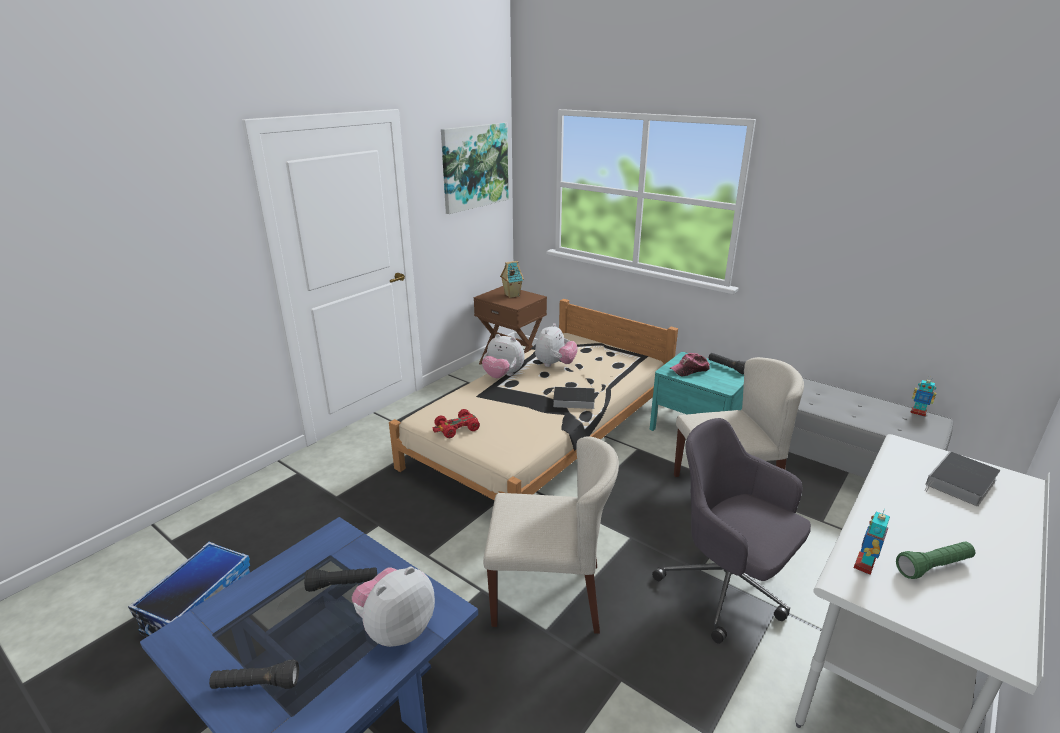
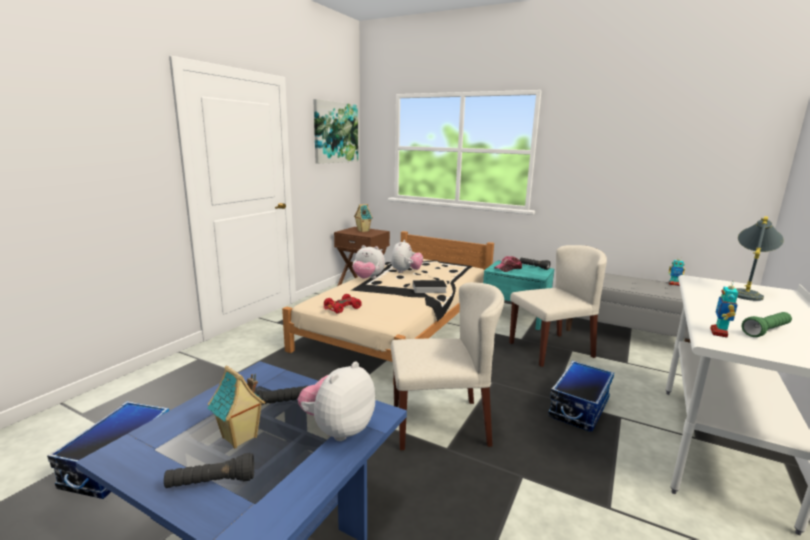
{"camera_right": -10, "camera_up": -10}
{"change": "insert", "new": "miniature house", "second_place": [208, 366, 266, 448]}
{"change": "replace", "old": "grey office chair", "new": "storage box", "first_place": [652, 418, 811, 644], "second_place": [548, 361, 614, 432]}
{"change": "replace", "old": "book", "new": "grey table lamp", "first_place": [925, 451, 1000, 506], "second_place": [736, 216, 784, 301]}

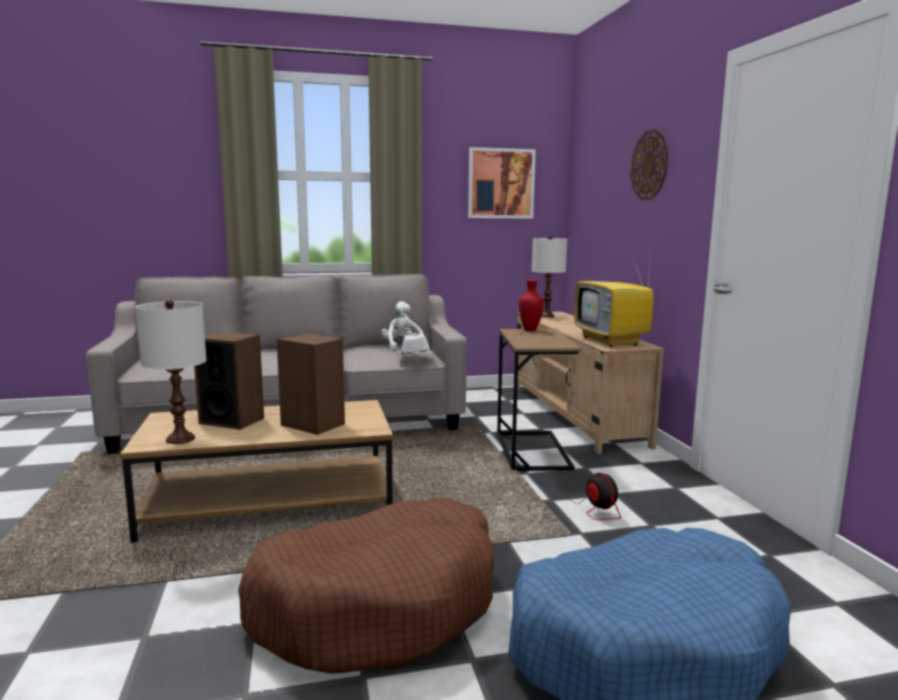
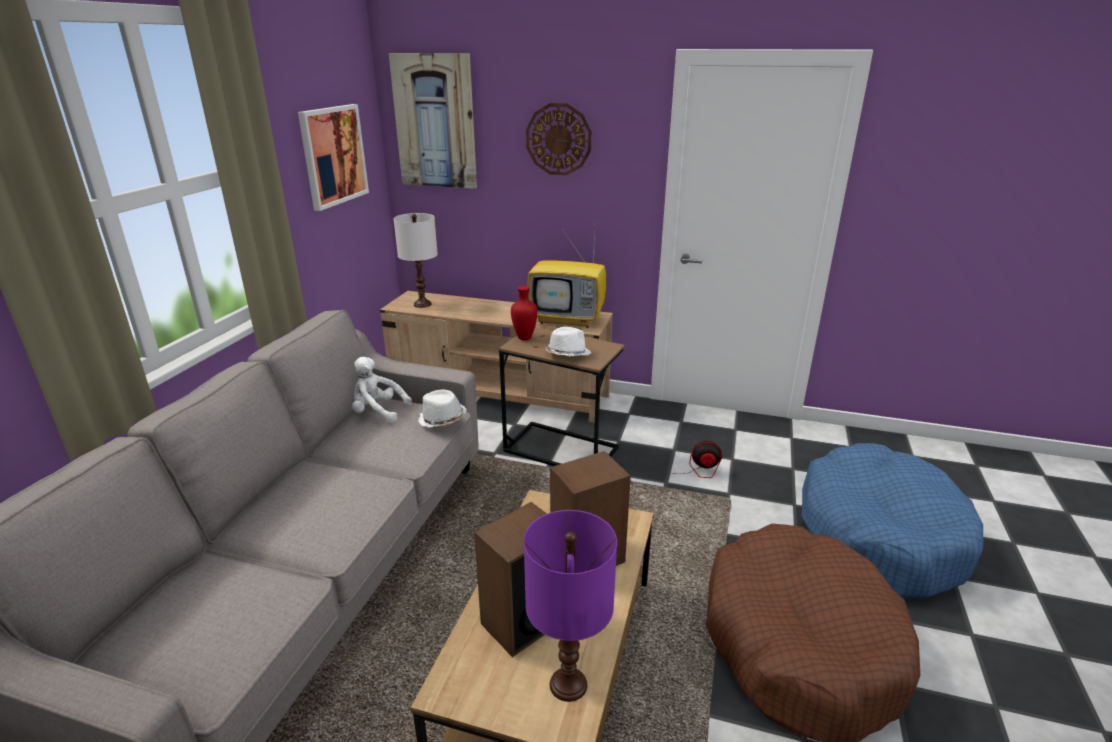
{"camera_right": -60, "camera_up": 15}
{"change": "insert", "new": "picture", "second_place": [389, 53, 477, 189]}
{"change": "insert", "new": "whitish hat", "second_place": [546, 327, 591, 356]}
{"change": "recolor", "old": "whitish table lamp", "new": "purple table lamp", "first_place": [136, 300, 206, 444], "second_place": [524, 510, 617, 702]}

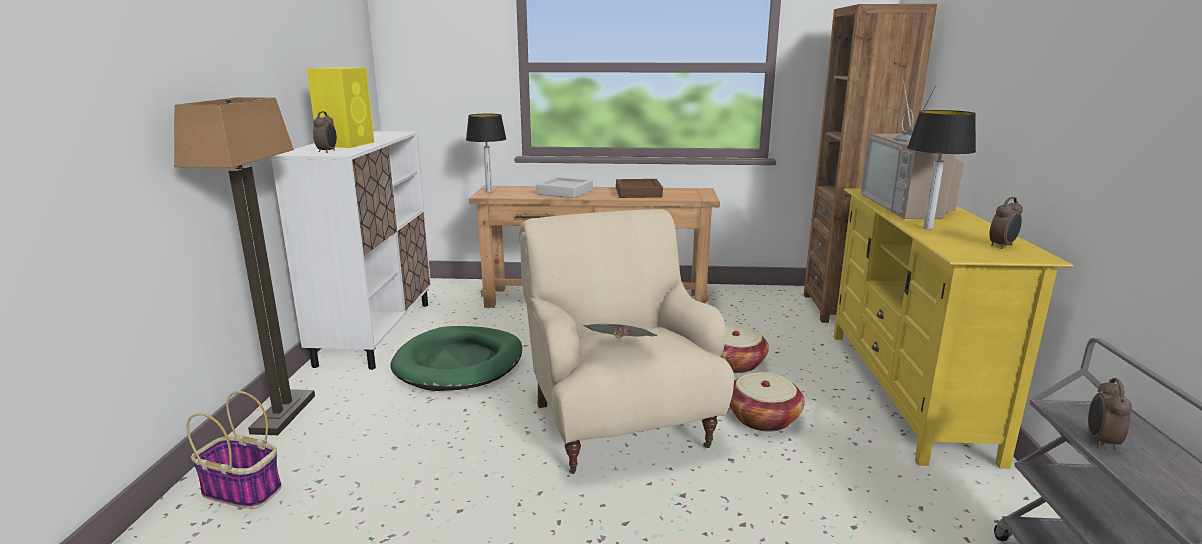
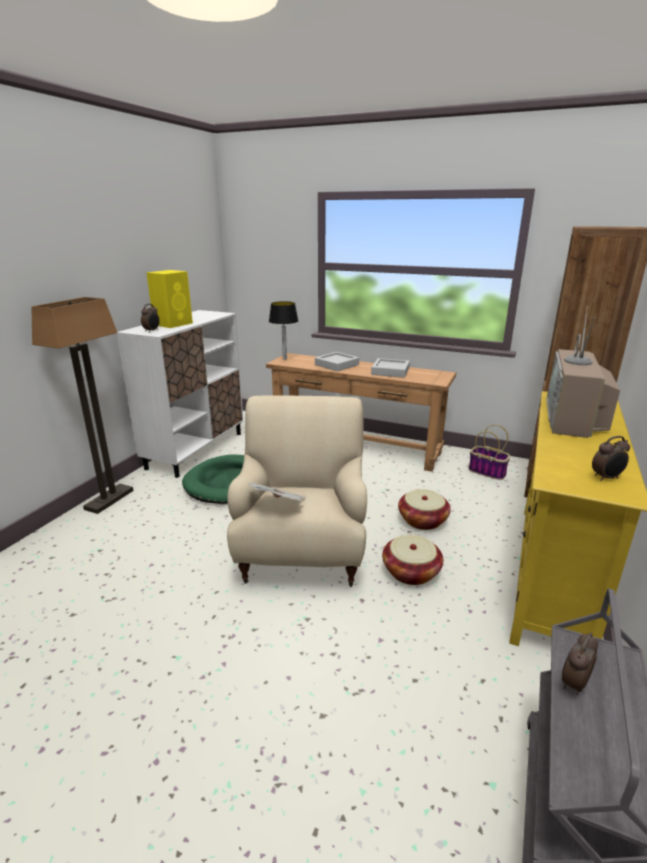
{"camera_right": 20, "camera_up": 5}
{"change": "delete", "old": "table lamp", "first_place": [907, 110, 976, 230]}
{"change": "move", "old": "household basket", "first_place": [186, 391, 282, 509], "second_place": [469, 424, 510, 480]}
{"change": "recolor", "old": "brownish tray", "new": "grey tray", "first_place": [616, 179, 663, 198], "second_place": [371, 358, 410, 378]}

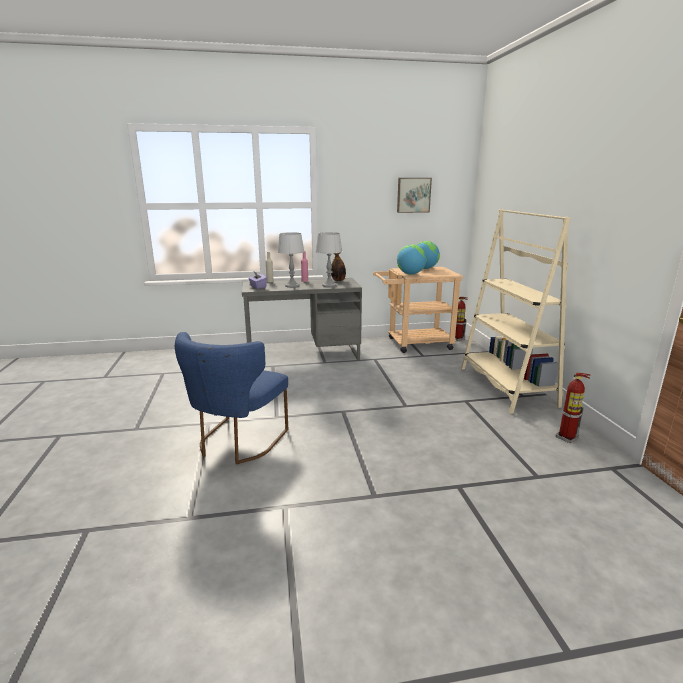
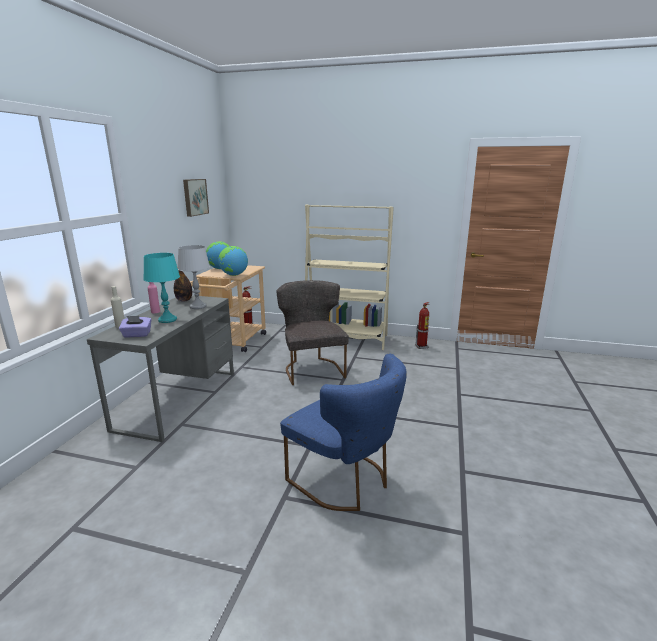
{"camera_right": -65, "camera_up": 0}
{"change": "insert", "new": "grey upright chair", "second_place": [277, 280, 349, 385]}
{"change": "recolor", "old": "grey table lamp", "new": "turquoise-coloured table lamp", "first_place": [278, 232, 305, 288], "second_place": [143, 253, 180, 323]}

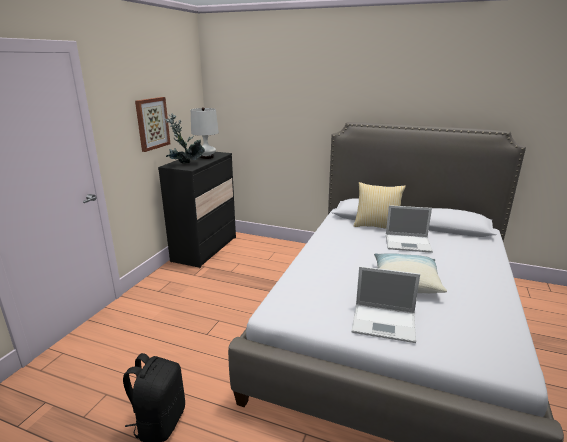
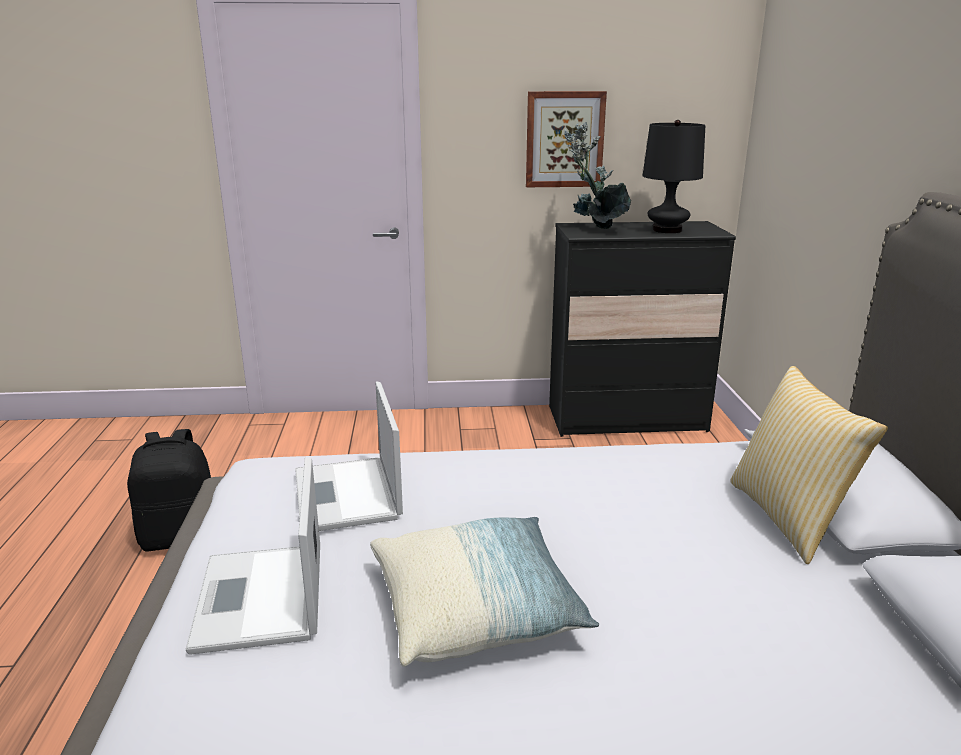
{"camera_right": 65, "camera_up": 0}
{"change": "move", "old": "portable computer", "first_place": [386, 205, 433, 253], "second_place": [295, 382, 403, 531]}
{"change": "recolor", "old": "whitish table lamp", "new": "black table lamp", "first_place": [191, 107, 219, 159], "second_place": [643, 120, 705, 233]}

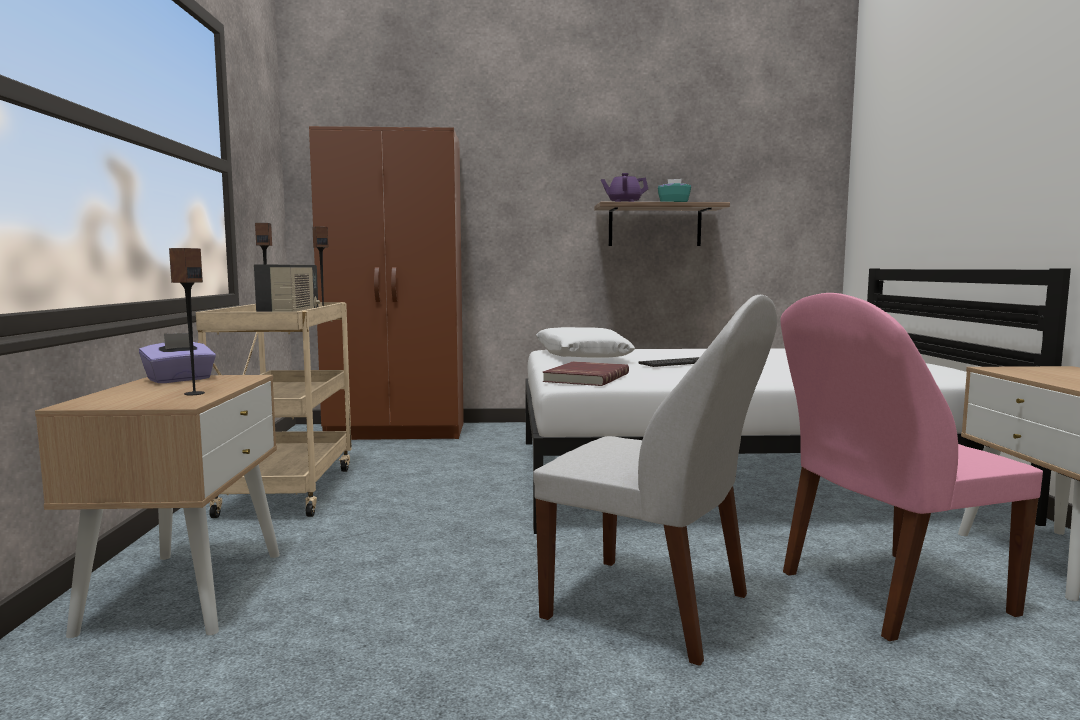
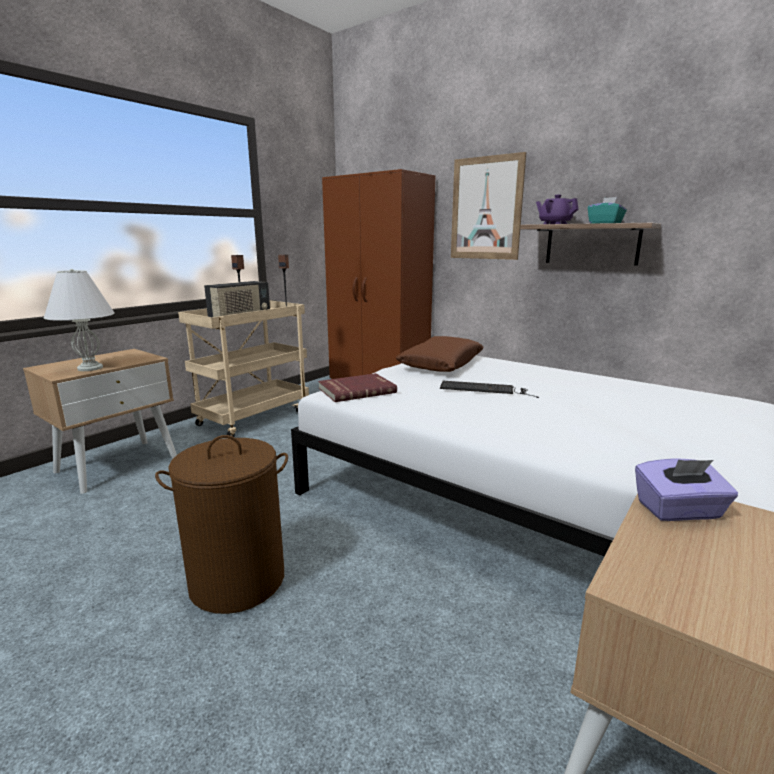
{"camera_right": 40, "camera_up": 10}
{"change": "delete", "old": "pink-coloured upright chair", "first_place": [780, 293, 1043, 641]}
{"change": "insert", "new": "picture", "second_place": [451, 152, 526, 260]}
{"change": "move", "old": "purple box of tissues", "first_place": [139, 333, 216, 383], "second_place": [635, 458, 738, 521]}
{"change": "replace", "old": "audio speaker", "new": "whitish table lamp", "first_place": [169, 248, 205, 395], "second_place": [43, 269, 115, 371]}
{"change": "replace", "old": "whitish upright chair", "new": "brownish hamper", "first_place": [533, 295, 777, 666], "second_place": [155, 435, 288, 614]}
{"change": "recolor", "old": "whitish cushion", "new": "brownish cushion", "first_place": [536, 327, 635, 358], "second_place": [396, 336, 484, 372]}

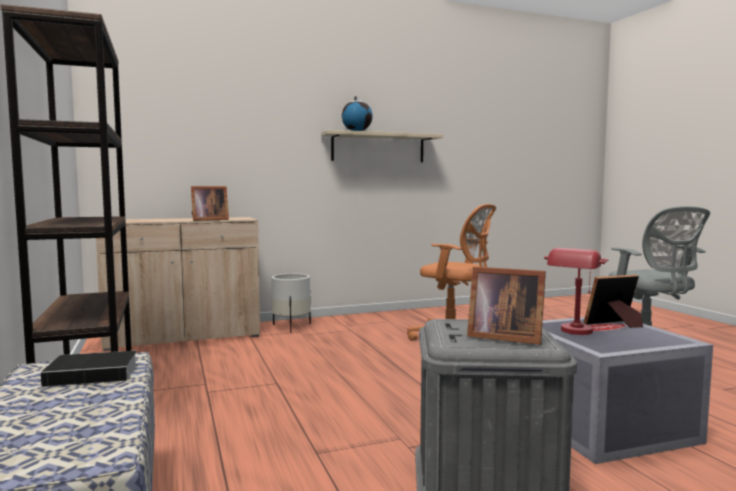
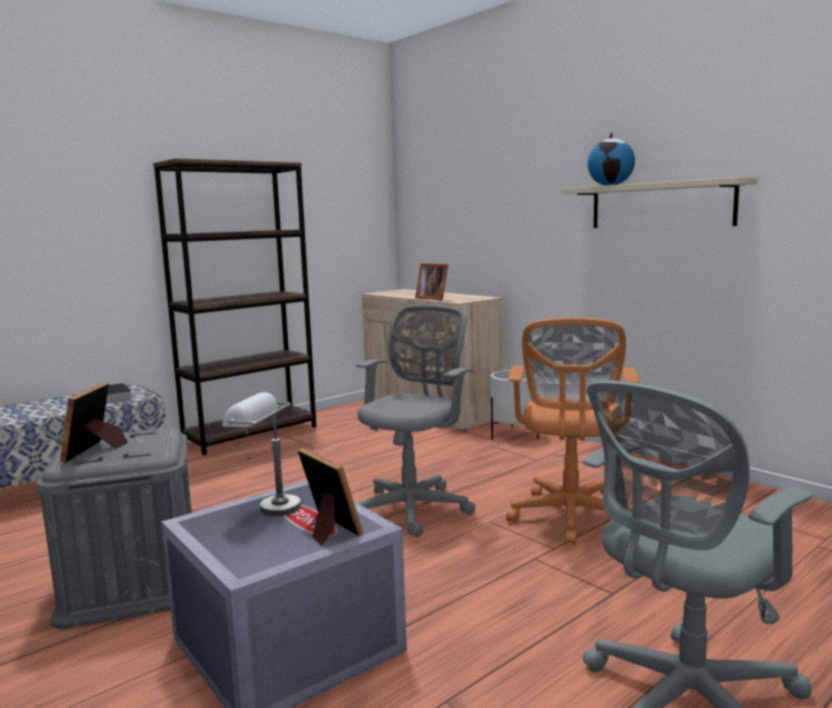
{"camera_right": 70, "camera_up": 5}
{"change": "insert", "new": "grey office chair", "second_place": [356, 305, 475, 537]}
{"change": "recolor", "old": "red table lamp", "new": "grey table lamp", "first_place": [544, 248, 608, 335], "second_place": [222, 392, 301, 516]}

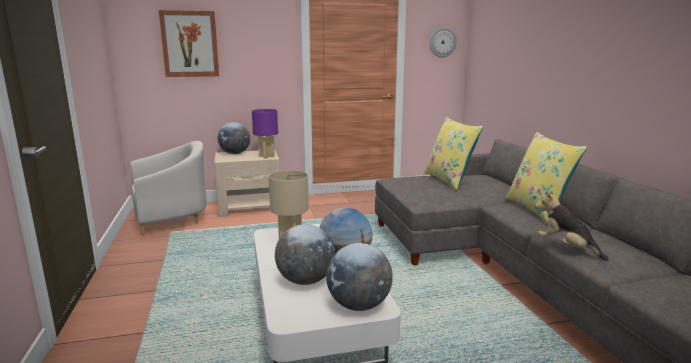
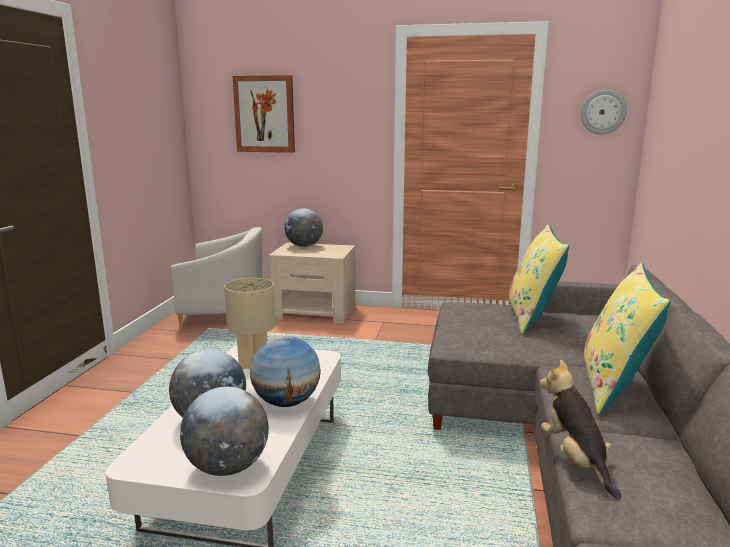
{"camera_right": 25, "camera_up": 0}
{"change": "delete", "old": "purple table lamp", "first_place": [252, 109, 278, 159]}

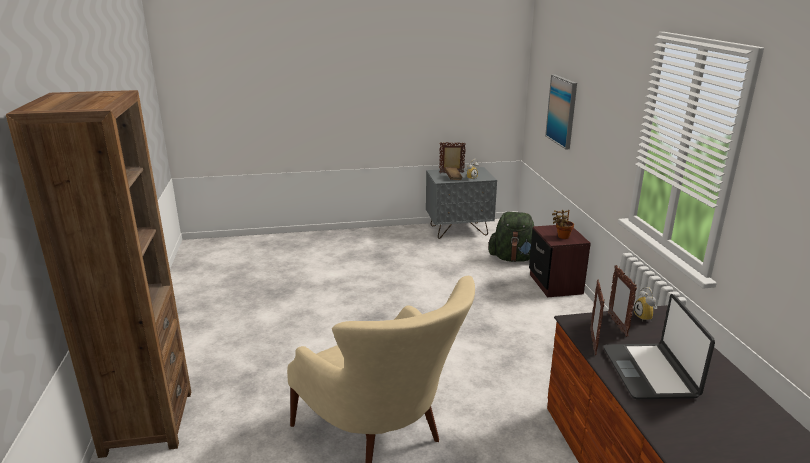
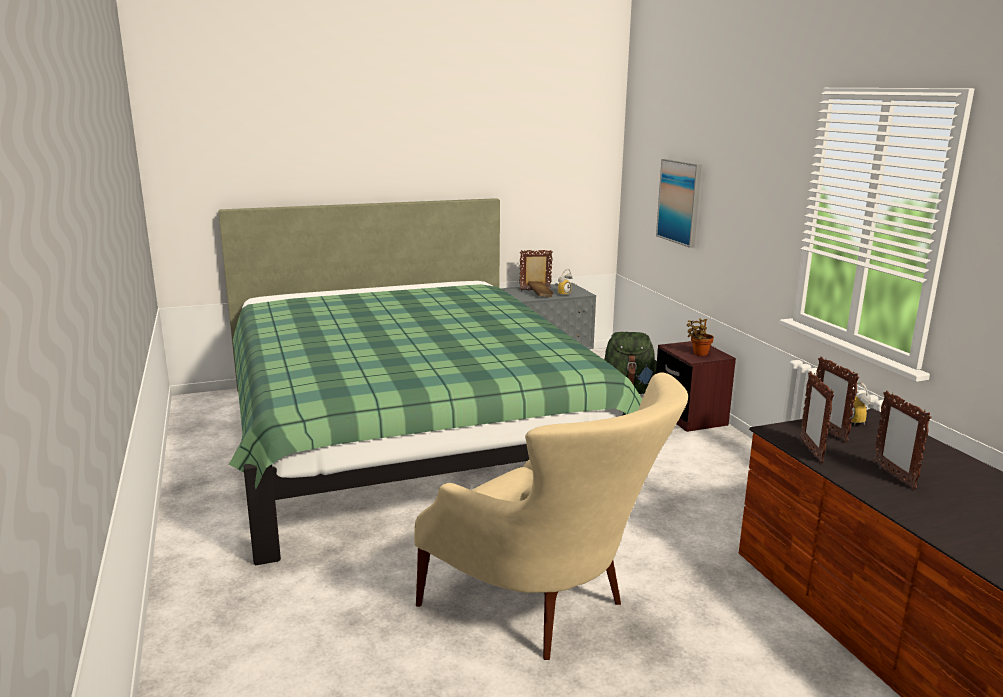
{"camera_right": -10, "camera_up": -5}
{"change": "delete", "old": "brownish bookcase", "first_place": [6, 90, 191, 458]}
{"change": "insert", "new": "green bedroom bed", "second_place": [218, 198, 642, 565]}
{"change": "replace", "old": "portable computer", "new": "picture frame", "first_place": [603, 294, 715, 399], "second_place": [873, 391, 931, 489]}

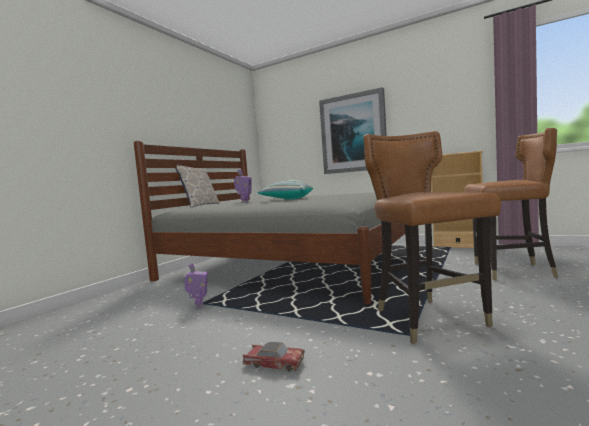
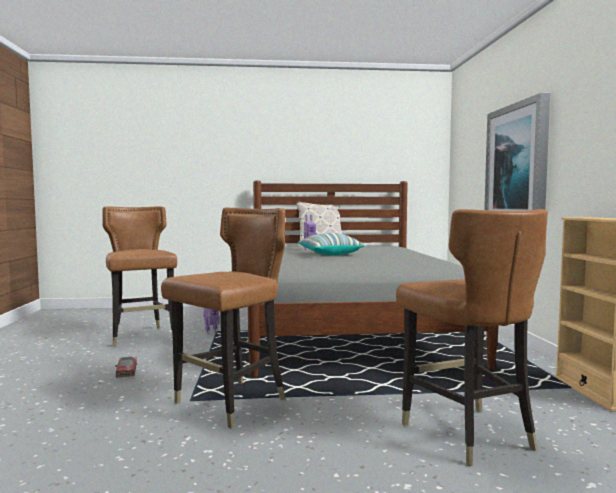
{"camera_right": 55, "camera_up": 0}
{"change": "insert", "new": "brownish upright chair", "second_place": [102, 206, 177, 347]}

